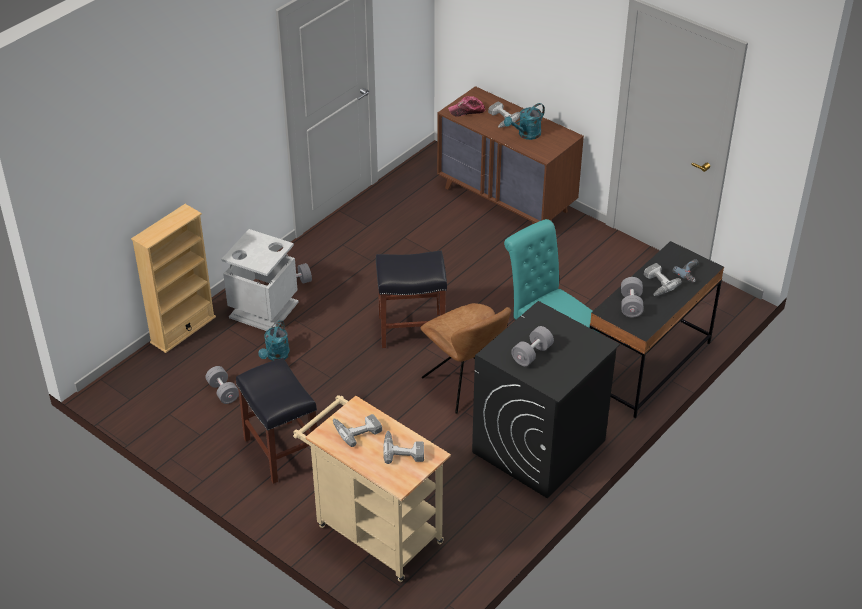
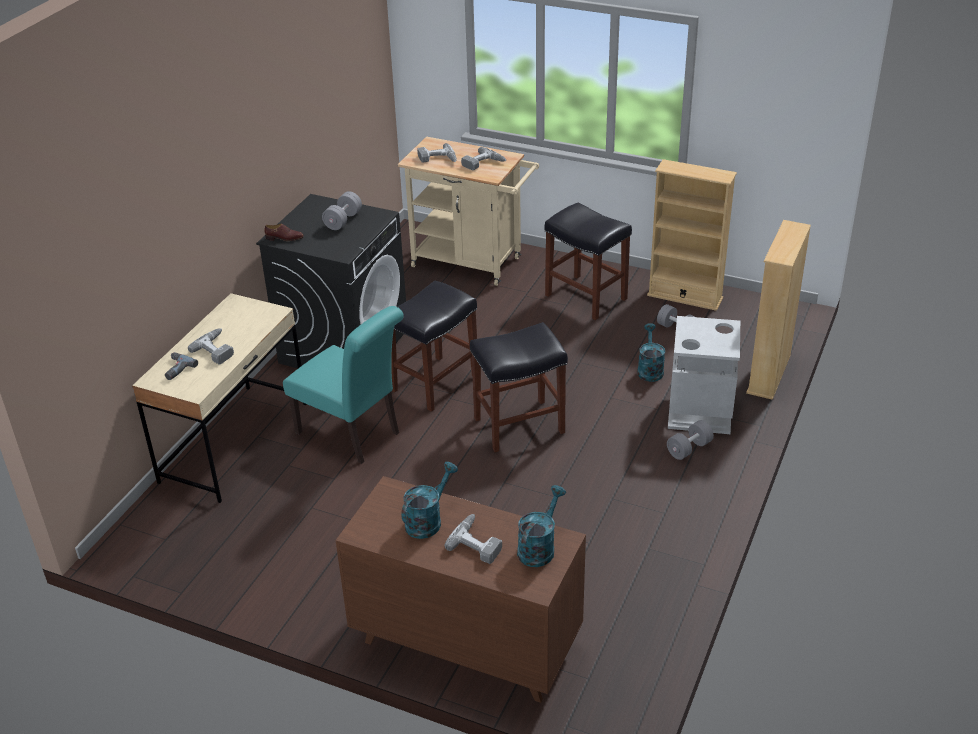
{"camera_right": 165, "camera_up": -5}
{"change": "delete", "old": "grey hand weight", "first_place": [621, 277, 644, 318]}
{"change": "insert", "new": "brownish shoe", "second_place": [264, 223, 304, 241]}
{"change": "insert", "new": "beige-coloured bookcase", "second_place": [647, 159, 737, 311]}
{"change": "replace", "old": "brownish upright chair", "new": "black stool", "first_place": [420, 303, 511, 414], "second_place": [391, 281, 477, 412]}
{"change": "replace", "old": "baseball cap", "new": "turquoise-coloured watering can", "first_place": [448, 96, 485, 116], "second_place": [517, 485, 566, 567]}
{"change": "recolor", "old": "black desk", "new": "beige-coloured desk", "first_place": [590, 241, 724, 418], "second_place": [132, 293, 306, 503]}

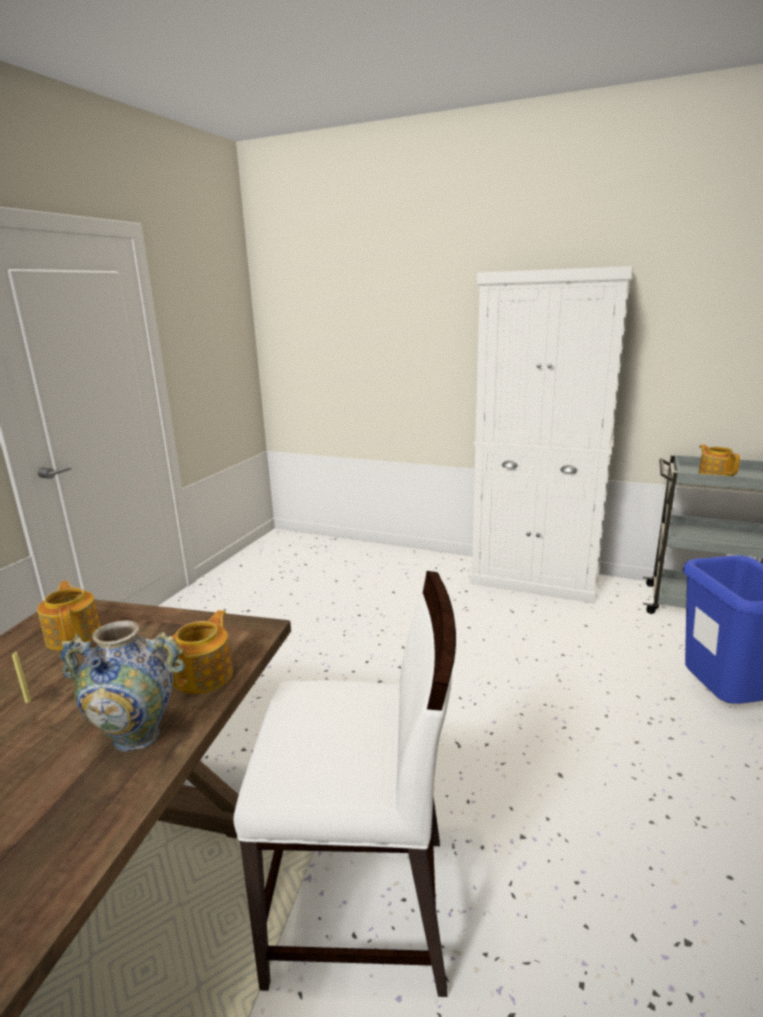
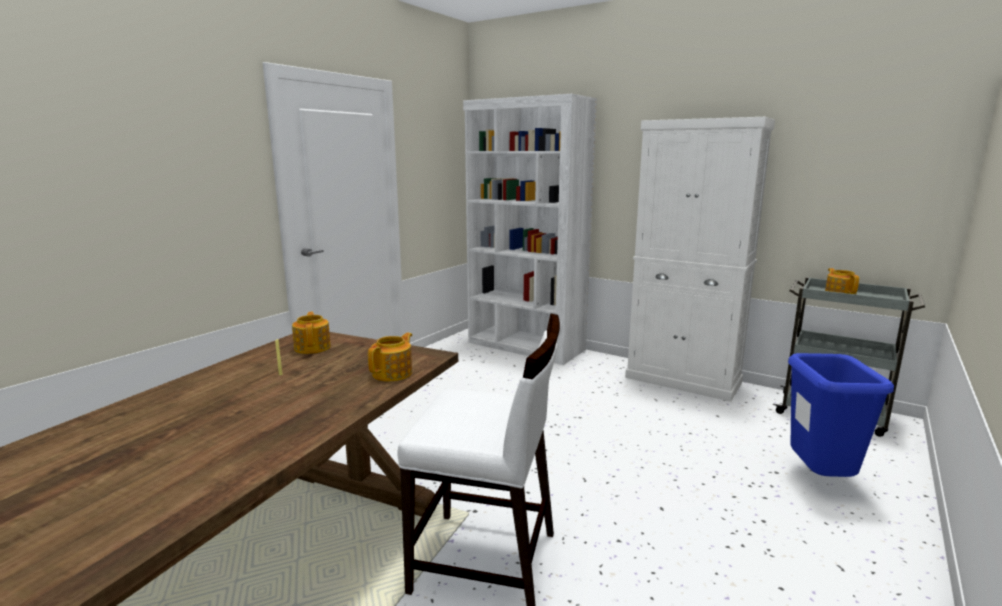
{"camera_right": 10, "camera_up": -5}
{"change": "delete", "old": "vase", "first_place": [60, 620, 185, 752]}
{"change": "insert", "new": "whitish bookcase", "second_place": [463, 94, 597, 365]}

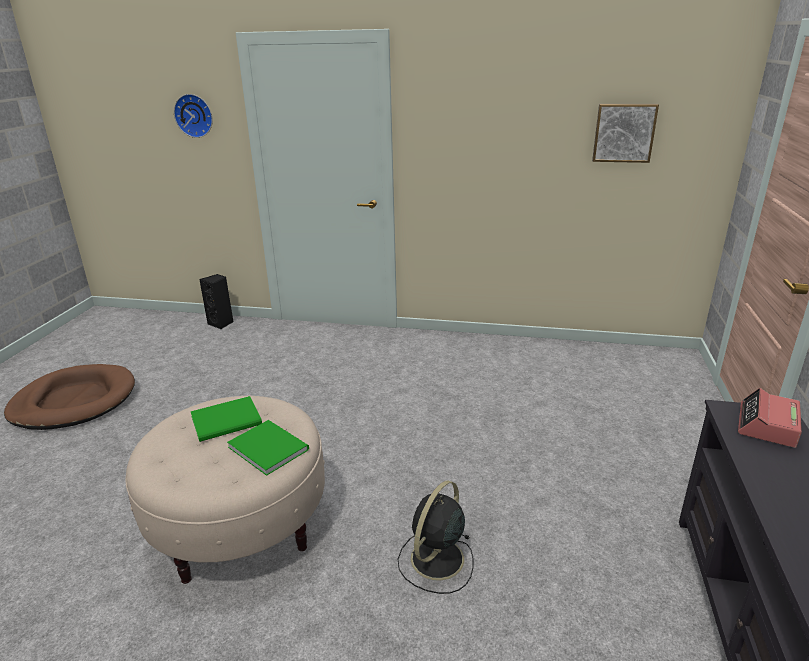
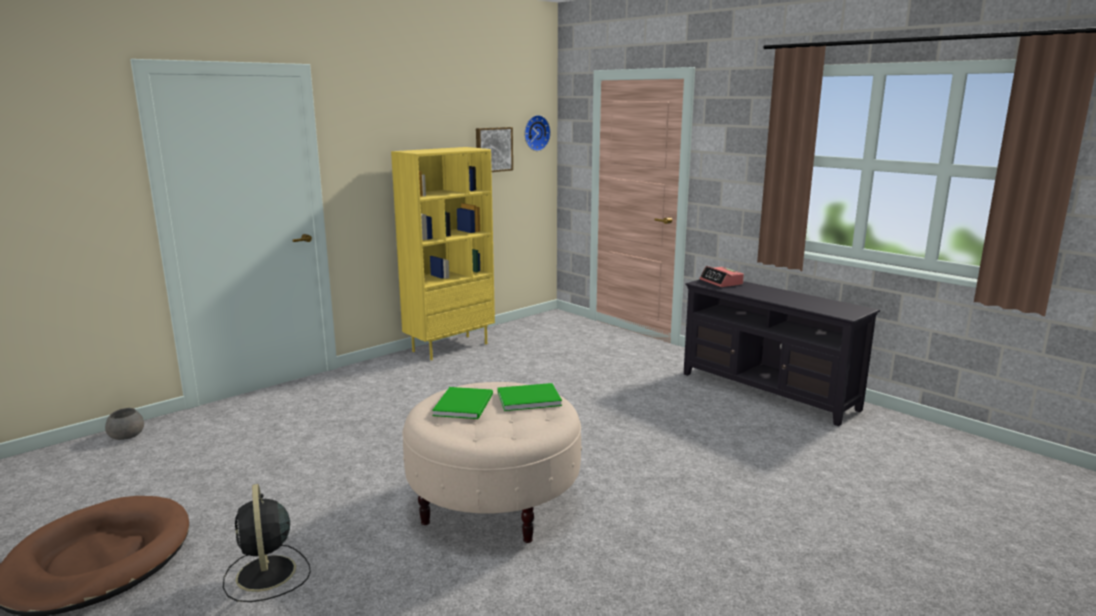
{"camera_right": -55, "camera_up": -10}
{"change": "insert", "new": "yellowish bookcase", "second_place": [391, 147, 495, 360]}
{"change": "move", "old": "wall clock", "first_place": [174, 94, 213, 138], "second_place": [524, 115, 551, 151]}
{"change": "move", "old": "black electric fan", "first_place": [398, 481, 473, 594], "second_place": [223, 484, 311, 602]}
{"change": "replace", "old": "black audio speaker", "new": "grey deep dish", "first_place": [199, 274, 234, 330], "second_place": [105, 408, 144, 440]}

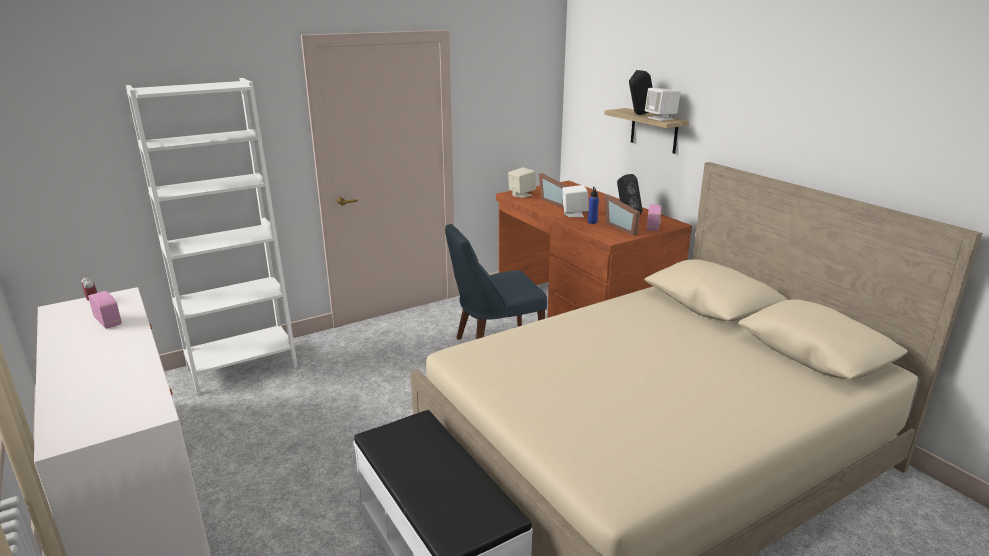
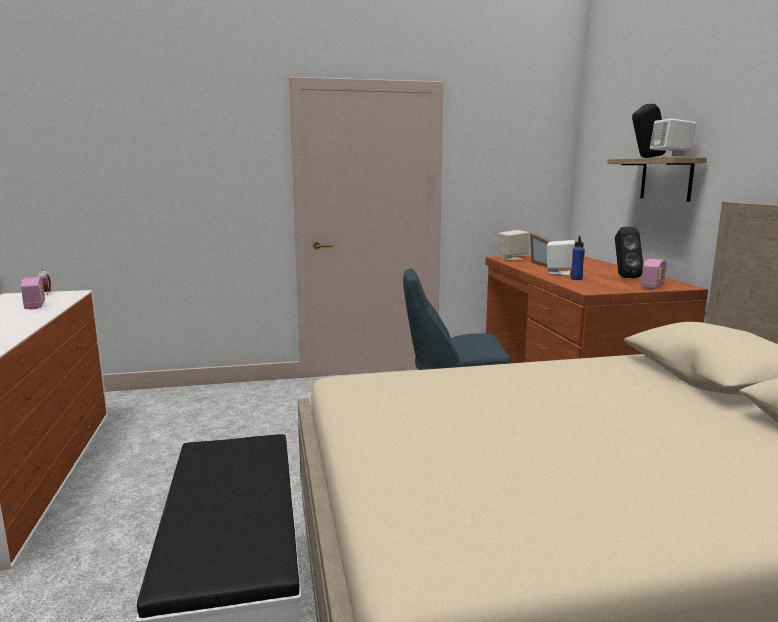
{"camera_right": 20, "camera_up": -10}
{"change": "delete", "old": "whitish bookcase", "first_place": [126, 78, 298, 395]}
{"change": "delete", "old": "picture frame", "first_place": [605, 195, 640, 235]}

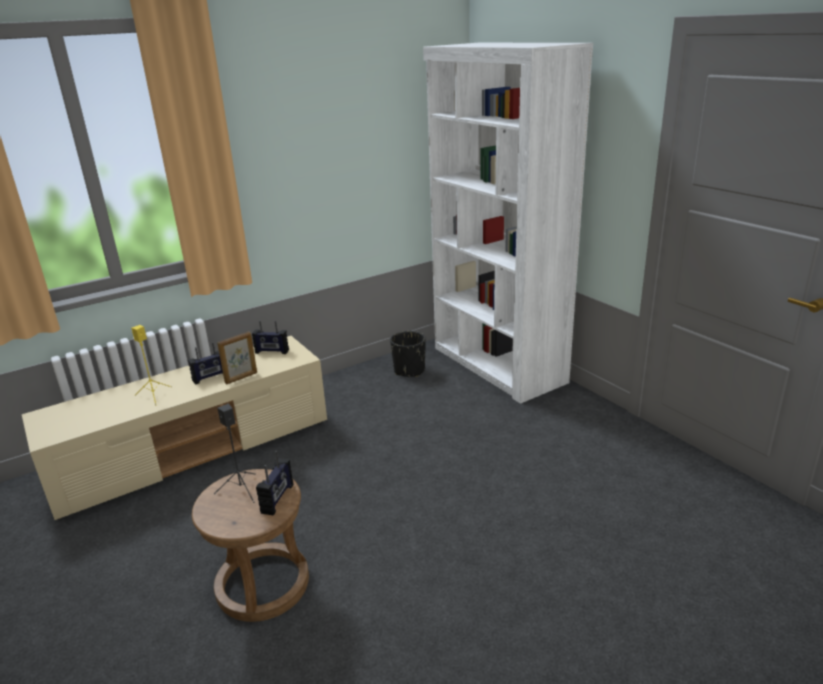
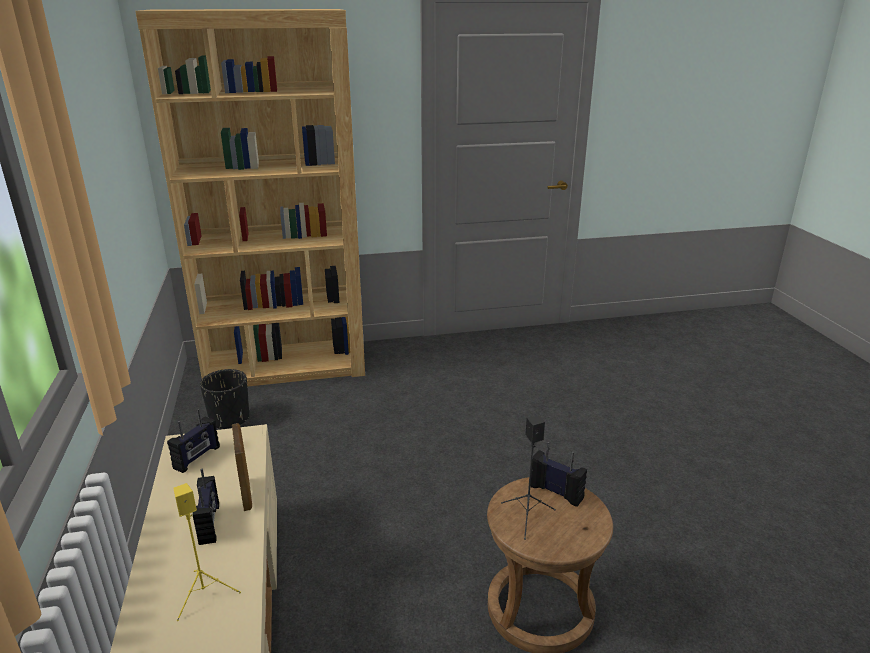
{"camera_right": -70, "camera_up": 0}
{"change": "recolor", "old": "whitish bookcase", "new": "brownish bookcase", "first_place": [423, 43, 593, 404], "second_place": [135, 9, 365, 387]}

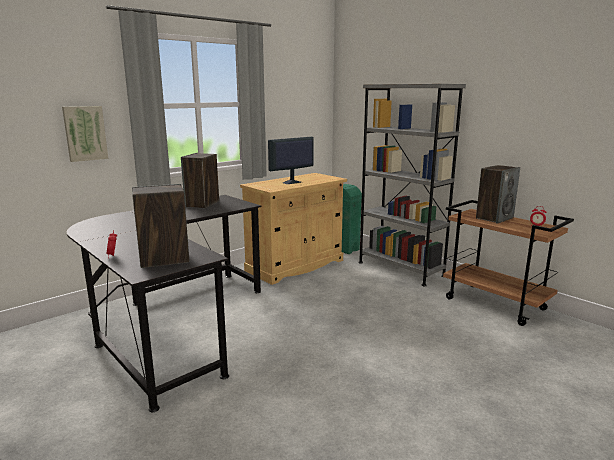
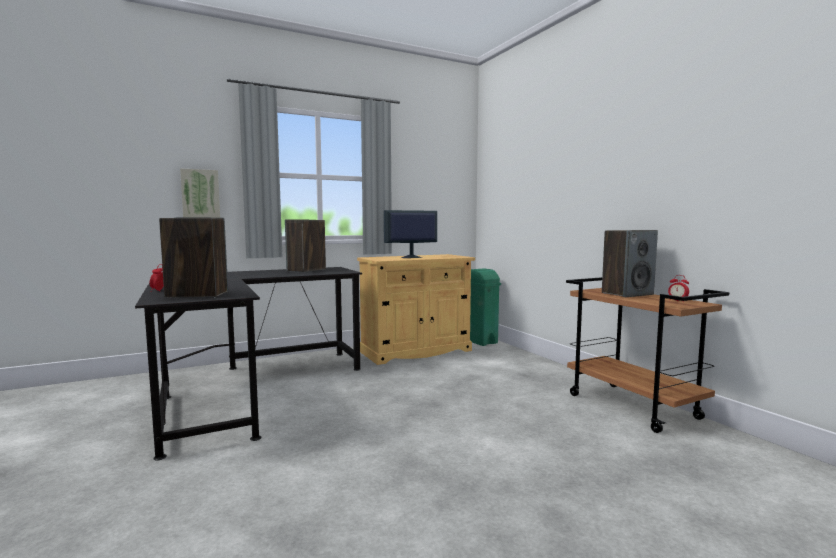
{"camera_right": 15, "camera_up": -10}
{"change": "delete", "old": "grey bookcase", "first_place": [358, 84, 466, 287]}

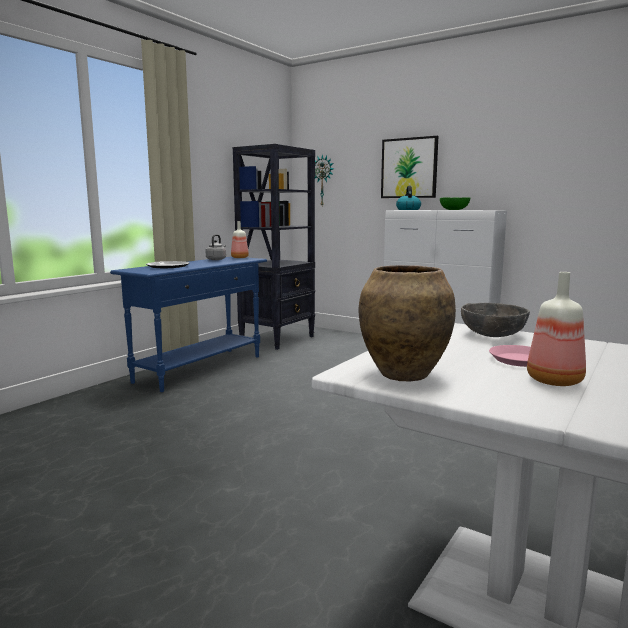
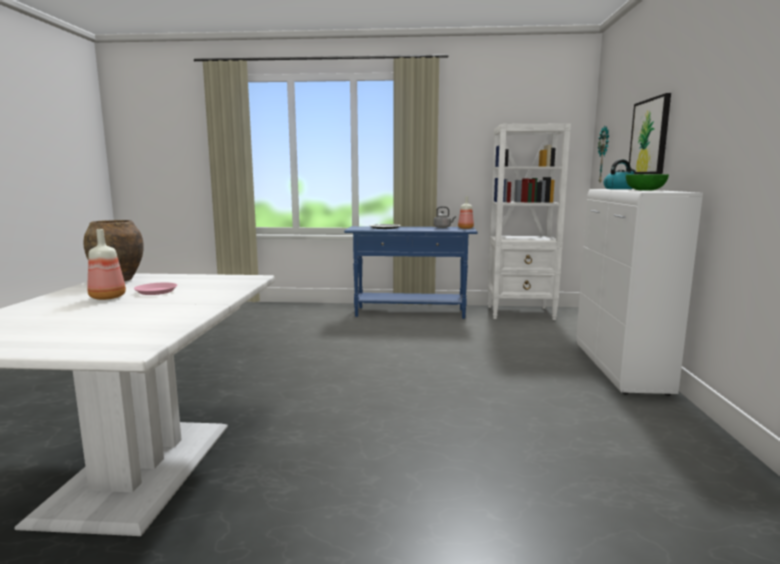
{"camera_right": 60, "camera_up": 0}
{"change": "delete", "old": "grey deep dish", "first_place": [461, 303, 530, 337]}
{"change": "recolor", "old": "black bookcase", "new": "whitish bookcase", "first_place": [233, 144, 315, 350], "second_place": [488, 123, 571, 320]}

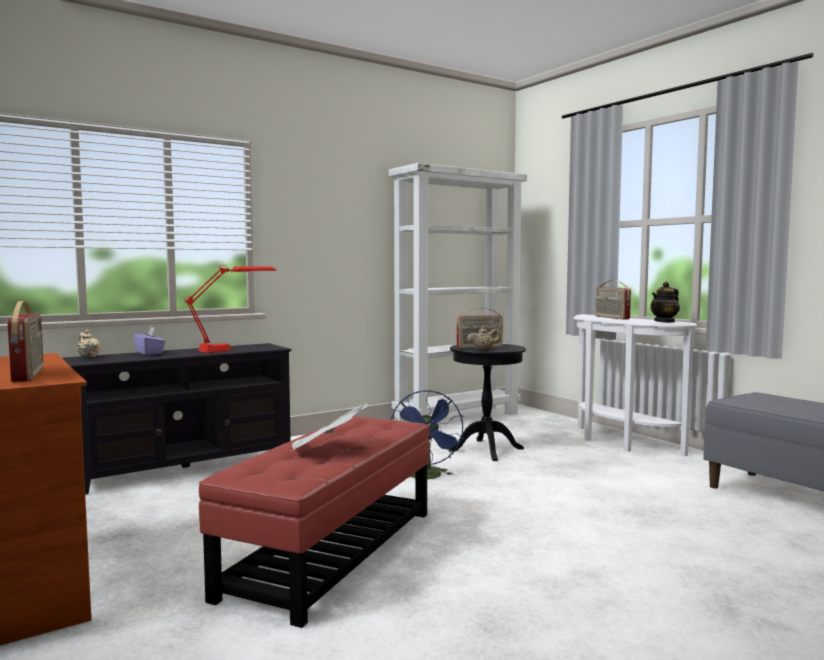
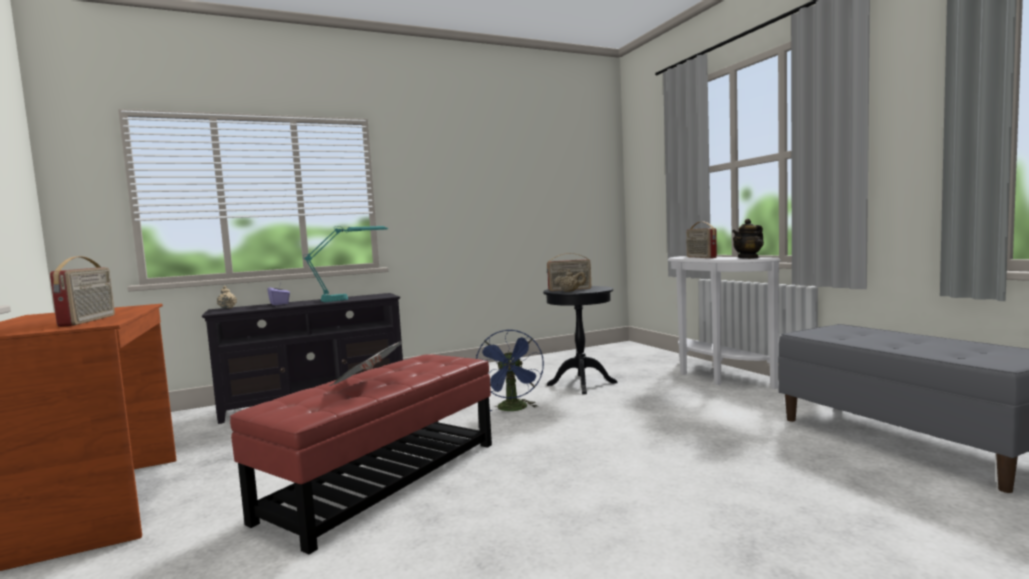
{"camera_right": 10, "camera_up": 0}
{"change": "delete", "old": "whitish bookcase", "first_place": [388, 163, 527, 422]}
{"change": "recolor", "old": "red table lamp", "new": "turquoise-coloured table lamp", "first_place": [184, 265, 276, 353], "second_place": [303, 226, 388, 302]}

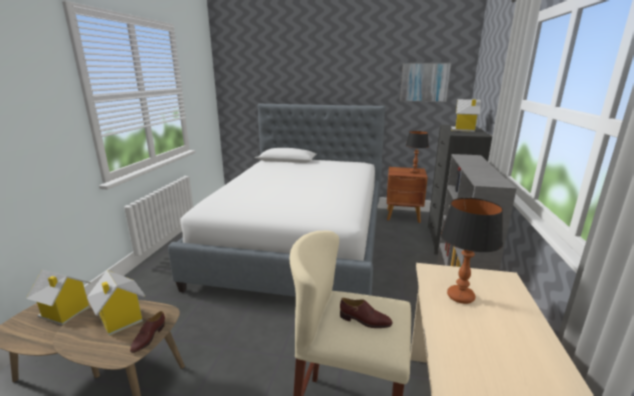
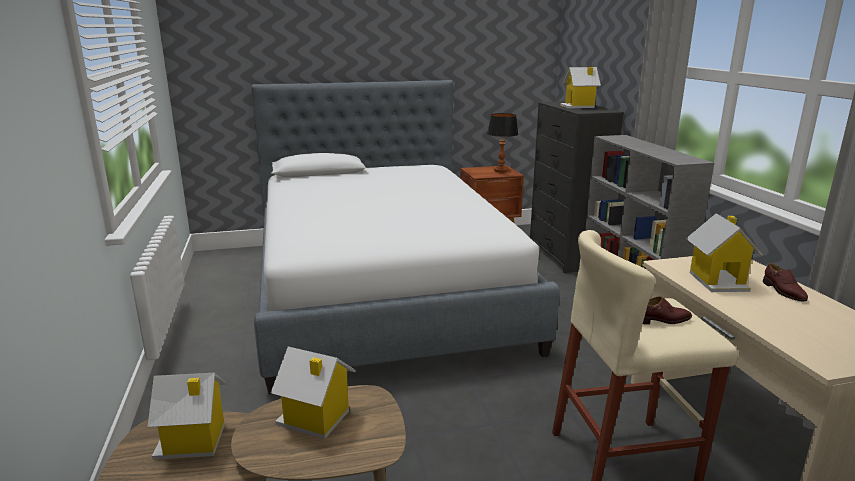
{"camera_right": -25, "camera_up": 0}
{"change": "delete", "old": "picture", "first_place": [400, 63, 451, 102]}
{"change": "move", "old": "brownish shoe", "first_place": [130, 311, 165, 353], "second_place": [763, 263, 808, 301]}
{"change": "replace", "old": "table lamp", "new": "miniature house", "first_place": [440, 198, 503, 304], "second_place": [686, 213, 763, 292]}

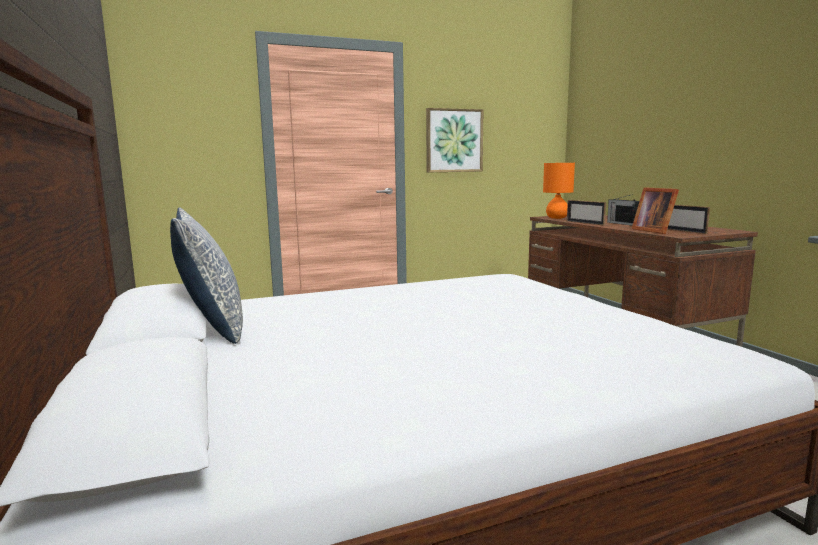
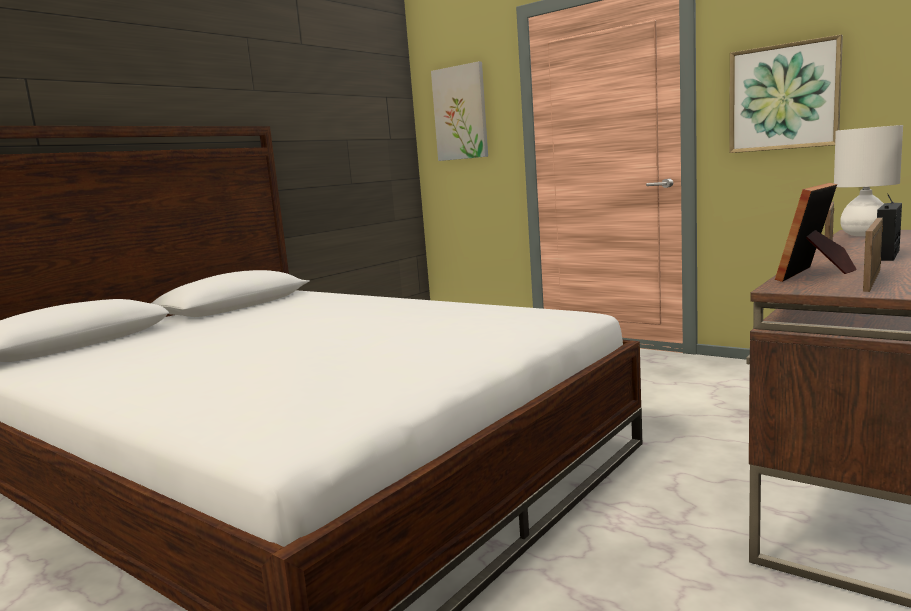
{"camera_right": 60, "camera_up": 0}
{"change": "delete", "old": "cushion", "first_place": [170, 207, 243, 344]}
{"change": "insert", "new": "picture", "second_place": [431, 61, 488, 161]}
{"change": "recolor", "old": "orange-coloured table lamp", "new": "whitish table lamp", "first_place": [543, 163, 575, 219], "second_place": [834, 125, 903, 236]}

